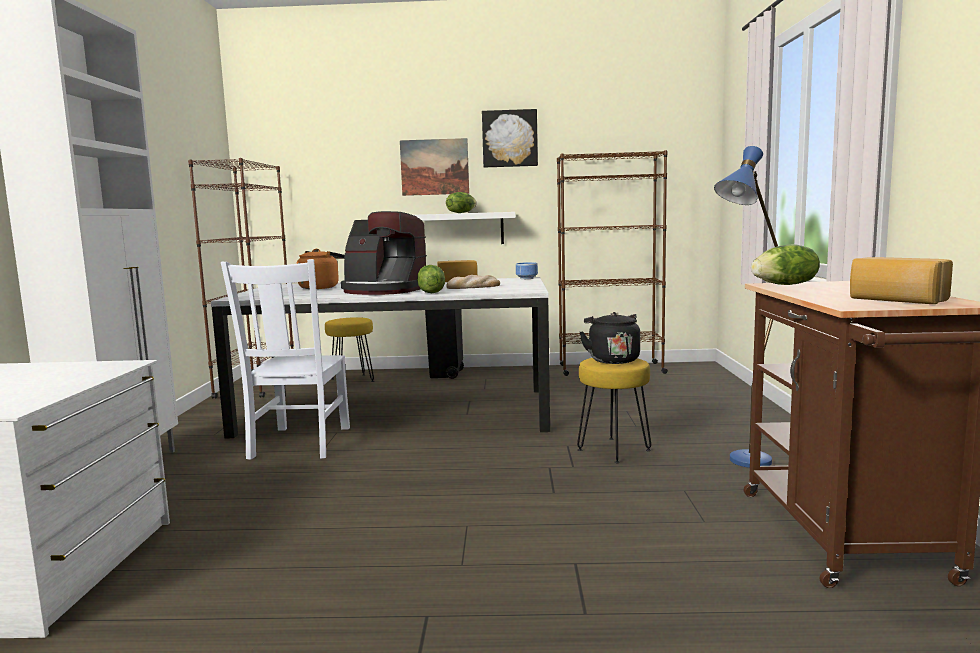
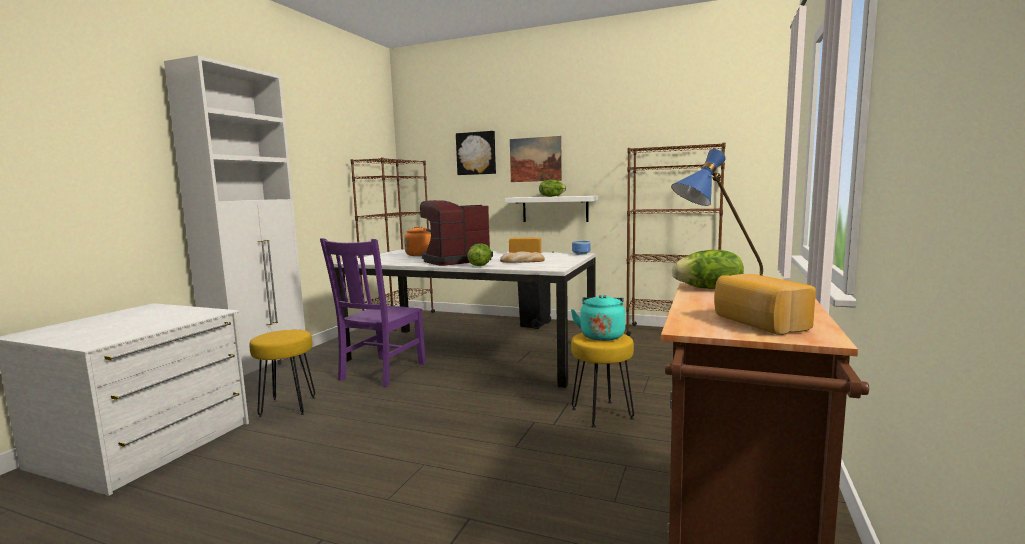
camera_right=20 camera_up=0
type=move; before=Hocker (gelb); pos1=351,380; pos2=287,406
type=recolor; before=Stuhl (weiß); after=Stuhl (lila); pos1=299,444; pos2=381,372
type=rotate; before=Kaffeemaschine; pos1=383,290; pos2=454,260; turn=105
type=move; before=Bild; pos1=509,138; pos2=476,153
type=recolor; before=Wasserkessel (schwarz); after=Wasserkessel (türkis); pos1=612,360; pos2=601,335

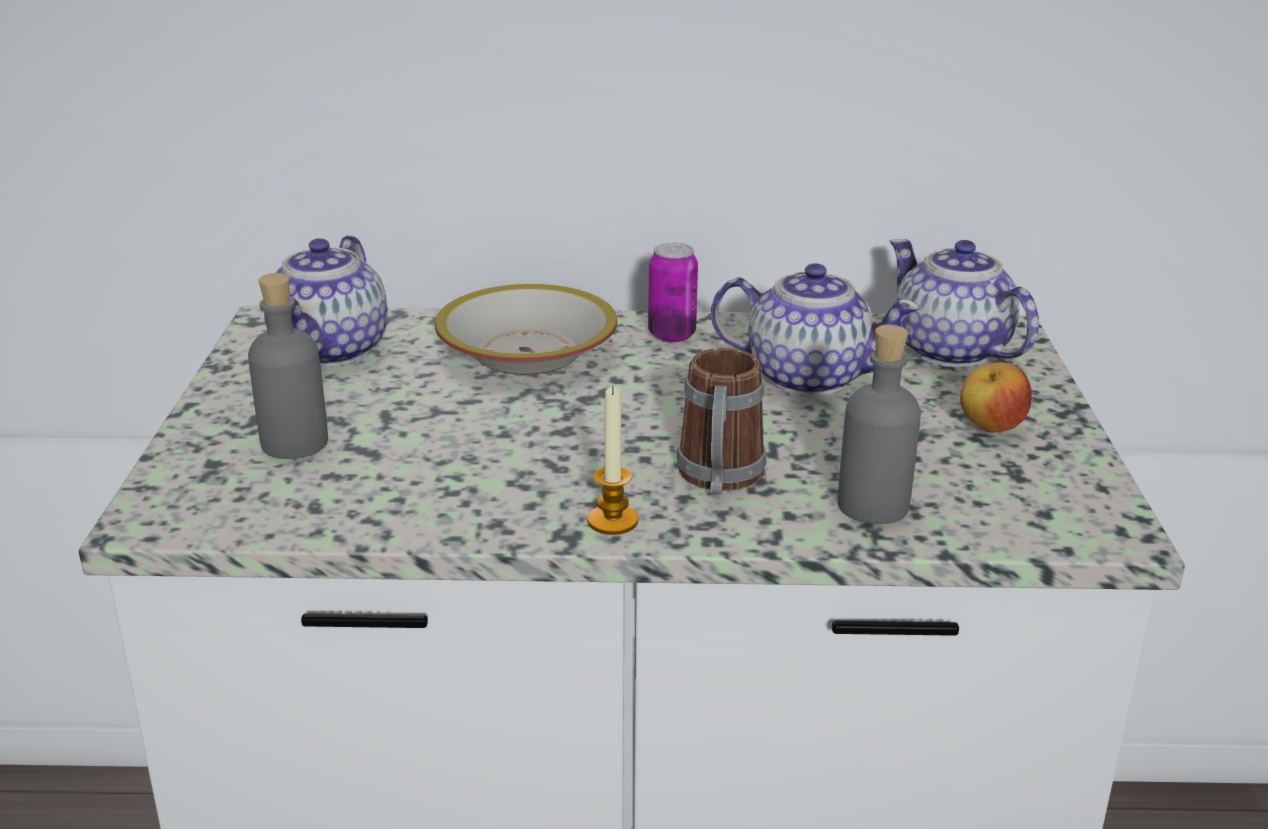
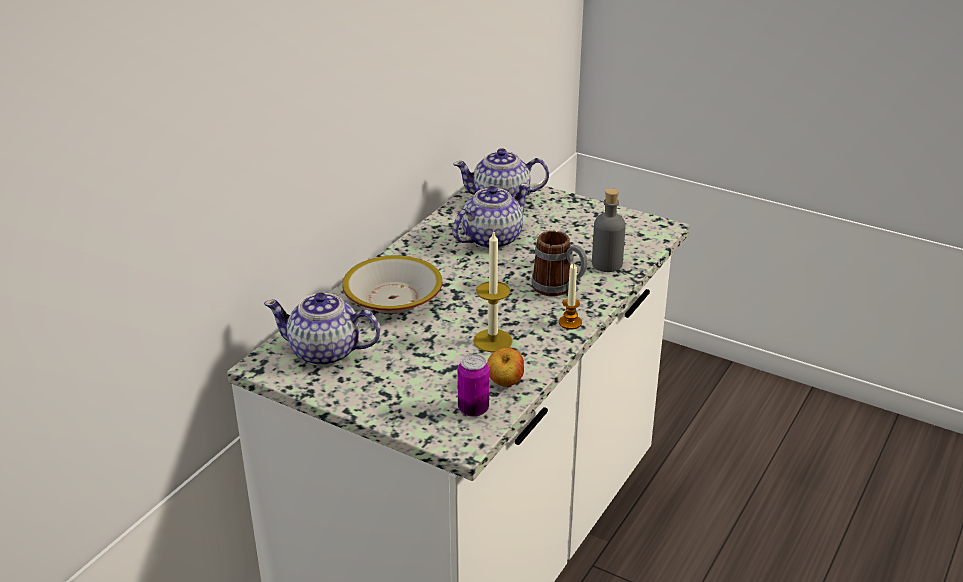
camera_right=-60 camera_up=5
type=rotate; before=Teekanne; pos1=332,349; pos2=325,352; turn=150
type=move; before=Dose; pos1=672,335; pos2=473,409
type=insert; after=Kerze; pos2=492,340
type=move; before=Apfel; pos1=990,428; pos2=505,383
type=delete; before=Flasche (grau); pos1=294,443

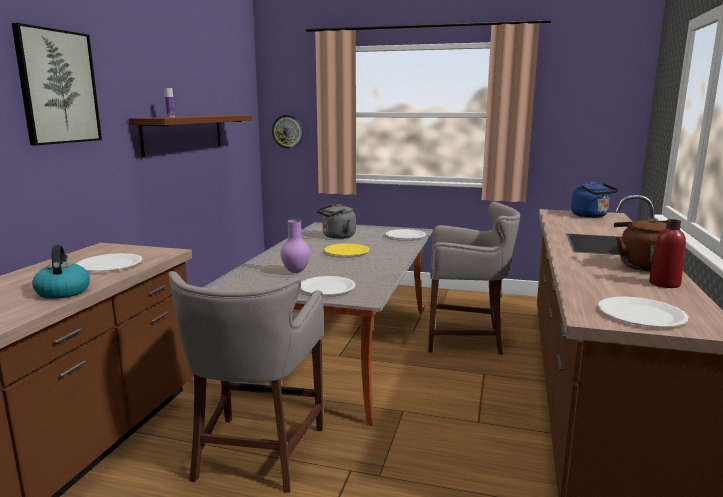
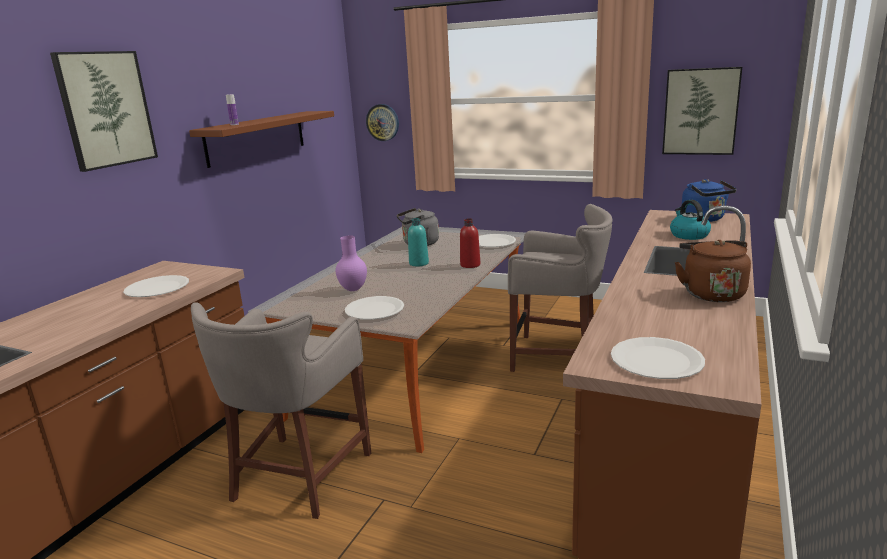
camera_right=10 camera_up=5
type=replace; before=Teller (gelb); after=Flasche (türkis); pos1=346,251; pos2=419,263
type=move; before=Flasche (rot); pos1=664,284; pos2=470,265
type=insert; after=Bild; pos2=700,111
type=move; before=Wasserkessel; pos1=63,291; pos2=688,235

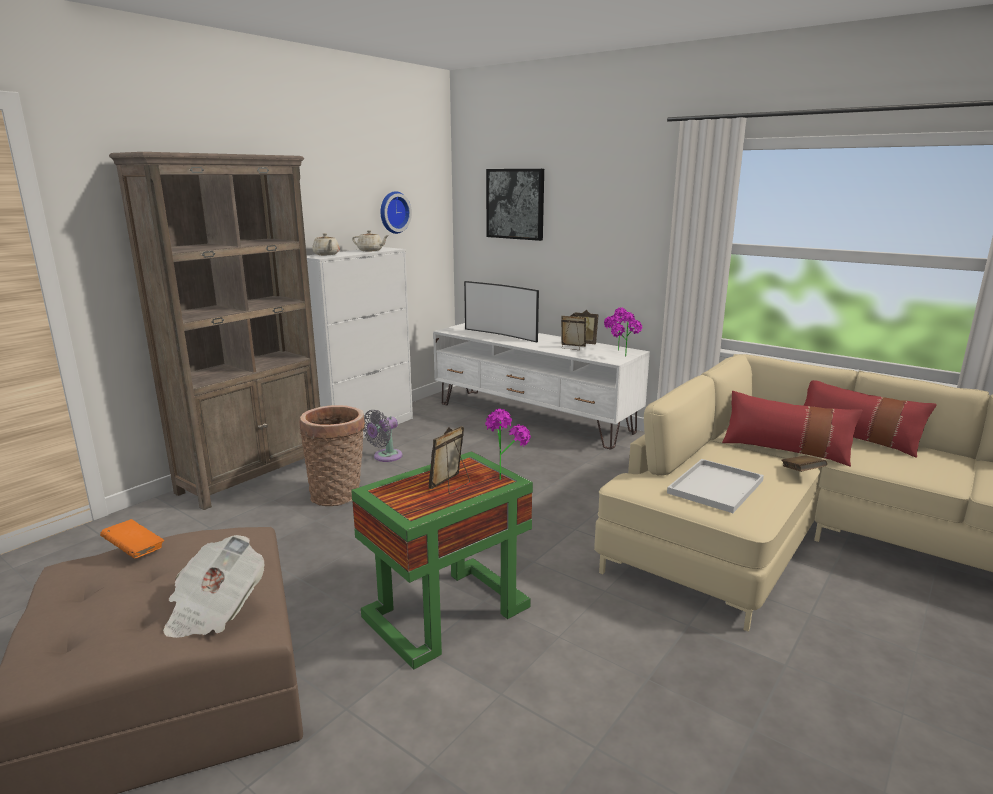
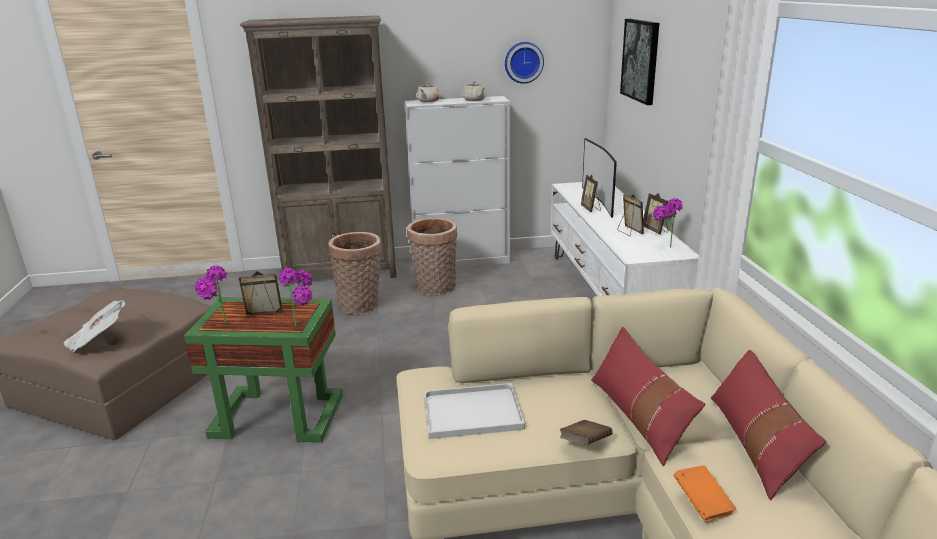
camera_right=45 camera_up=5
type=move; before=Topfpflanze; pos1=625,357; pos2=217,325
type=replace; before=Ventilator (grau); after=Korb; pos1=385,457; pos2=435,289
type=insert; after=Bilderrahmen; pos2=591,209
type=move; before=Buch (orange); pos1=135,550; pos2=702,504

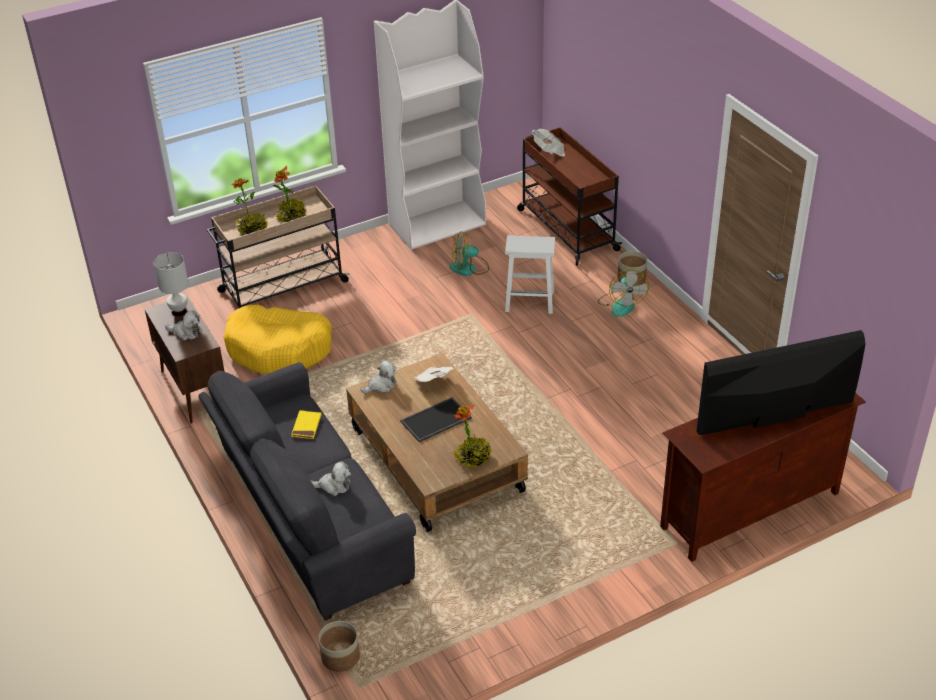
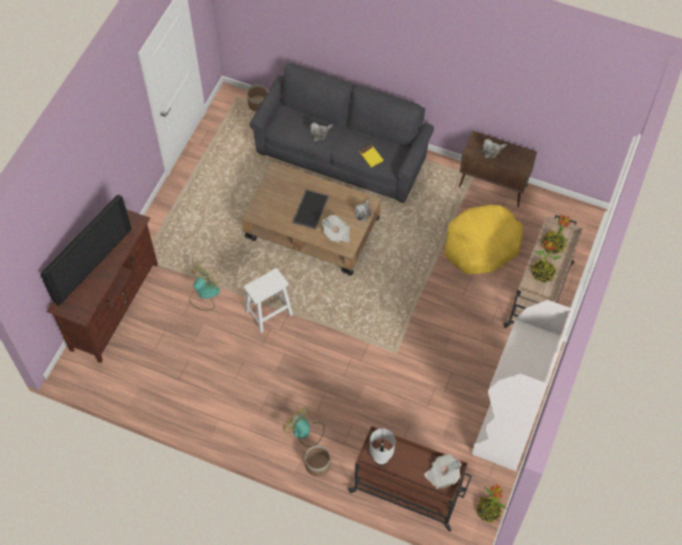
camera_right=140 camera_up=20
type=move; before=Ventilator; pos1=469,268; pos2=204,295
type=move; before=Hocker (weiß); pos1=530,301; pos2=268,313
type=move; before=Tischlampe (weiß); pos1=179,311; pos2=381,460
type=move; before=Topfpflanze; pos1=473,457; pos2=488,511

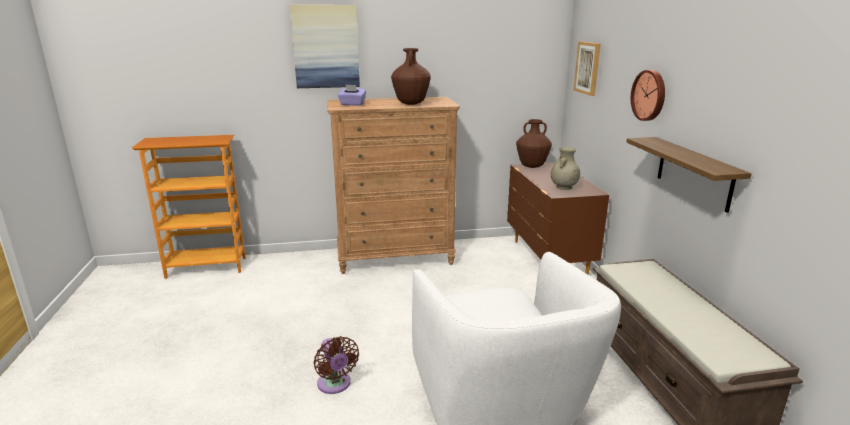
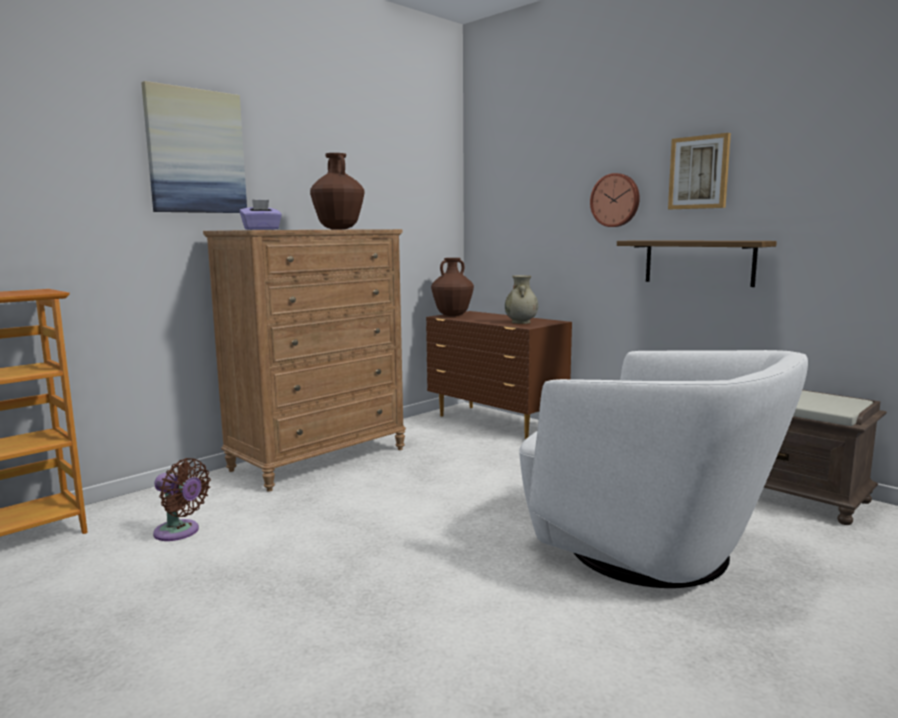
camera_right=-35 camera_up=-10
type=move; before=Ventilator (braun); pos1=335,385; pos2=180,532
type=move; before=Bild; pos1=588,68; pos2=699,172

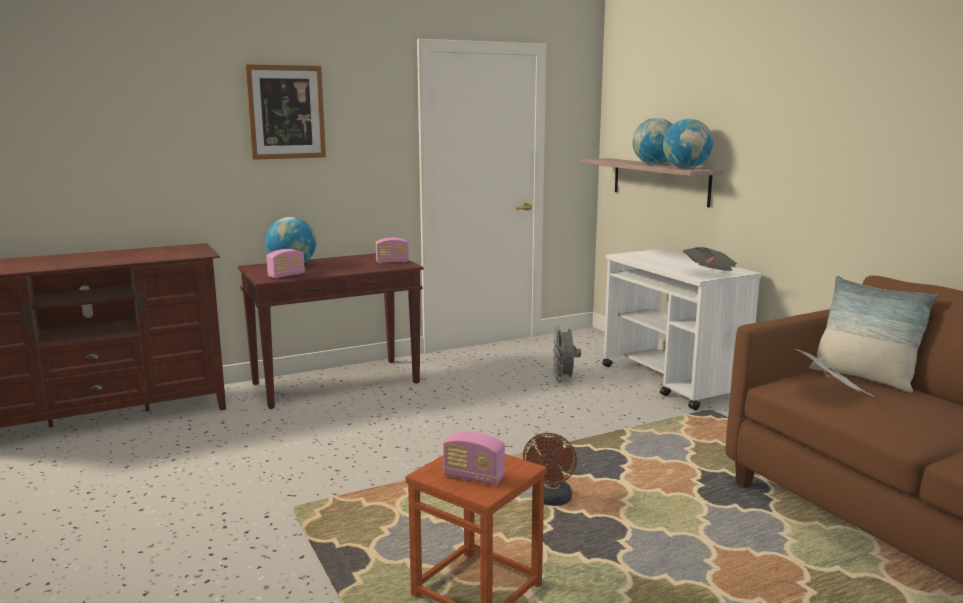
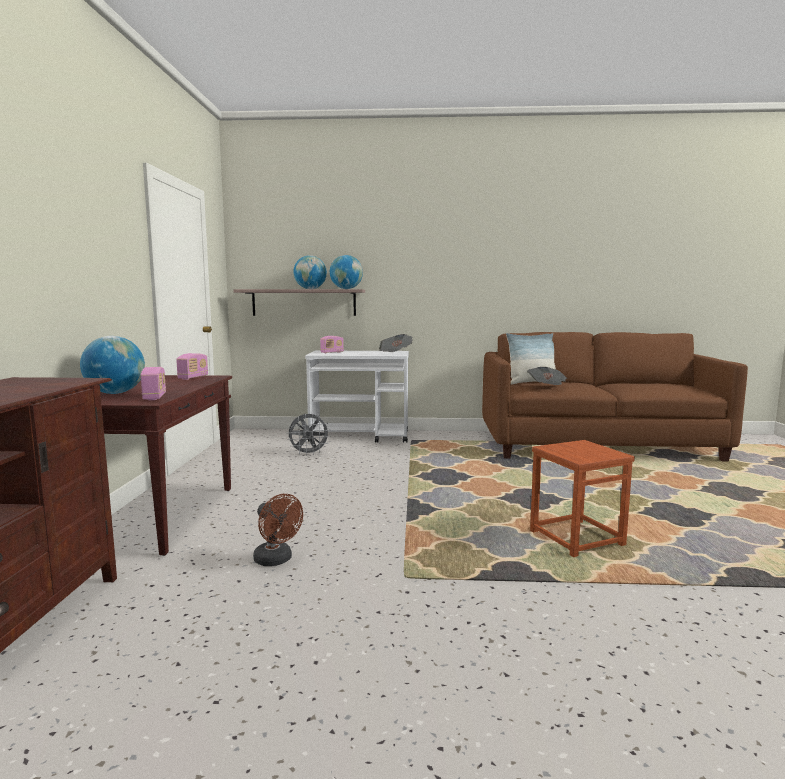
camera_right=-60 camera_up=-5
type=move; before=Ventilator (braun); pos1=550,501; pos2=276,560
type=rotate; before=Ventilator (grau); pos1=564,378; pos2=309,454; turn=-45
type=move; before=Radio; pos1=474,477; pos2=332,352
type=delete; before=Bild; pos1=286,112

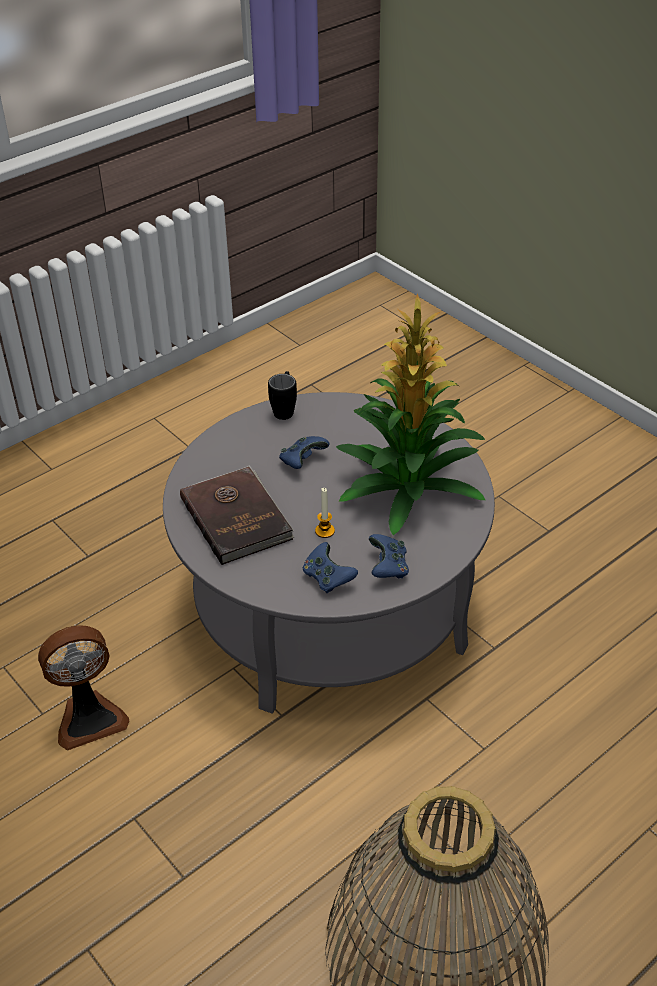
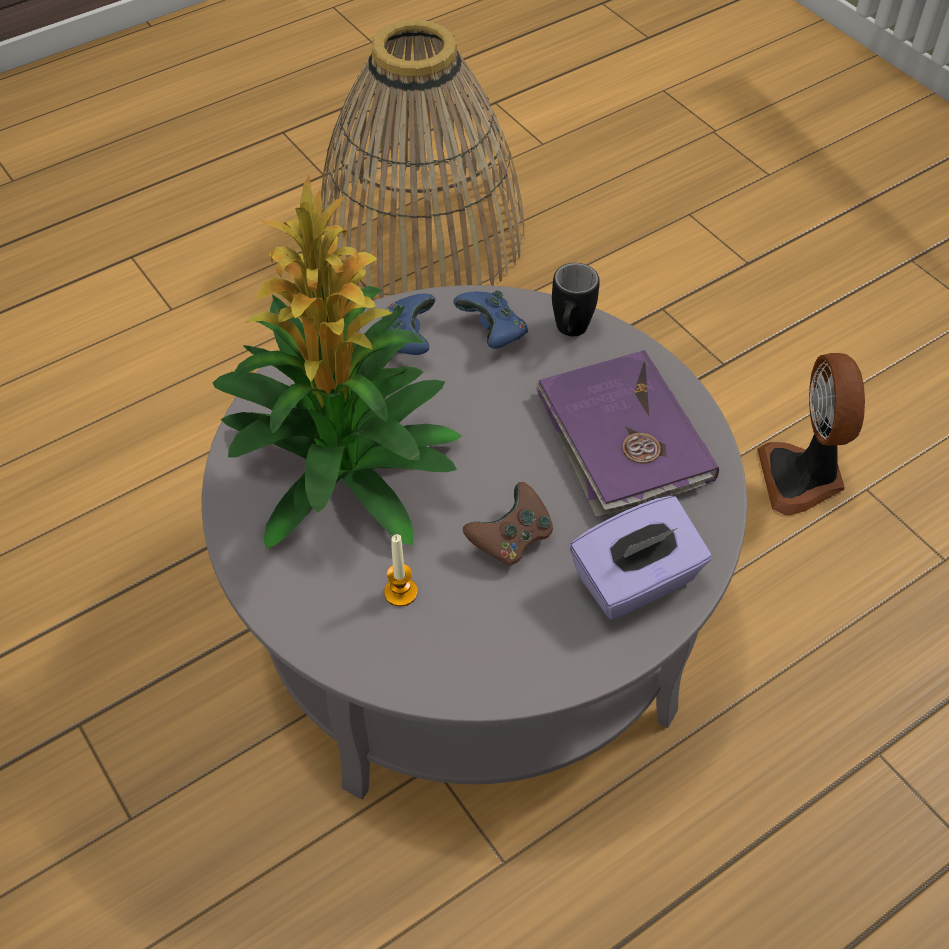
camera_right=-175 camera_up=10
type=move; before=Kerze; pos1=325,531; pos2=400,592
type=recolor; before=Gamepad (blau); after=Gamepad (braun); pos1=302,461; pos2=511,540
type=recolor; before=Buch (braun); after=Buch (lila); pos1=237,517; pos2=622,439
type=move; before=Henkelbecher (schwarz); pos1=284,409; pos2=569,333
type=insert; after=Taschentuchbox (lila); pos2=636,581
type=rotate; before=Ventilator; pos1=89,717; pos2=802,477; turn=-75

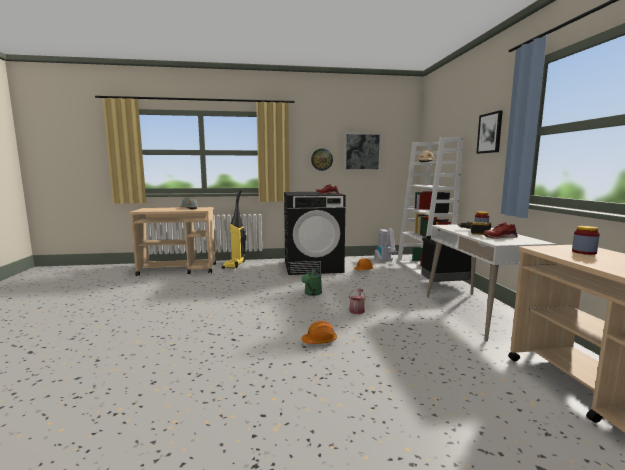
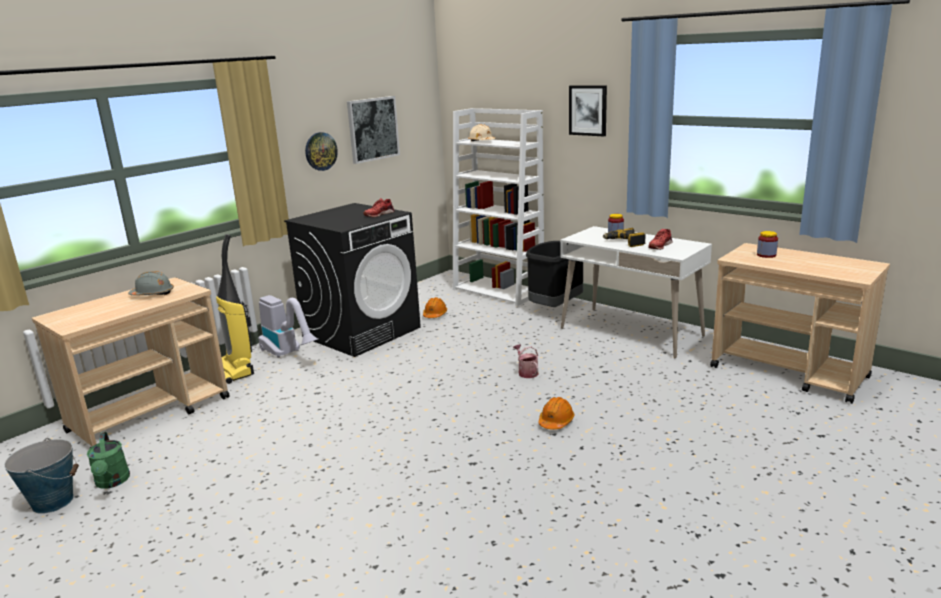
camera_right=-40 camera_up=10
type=insert; after=Eimer; pos2=53,501
type=move; before=Gießkanne (grün); pos1=312,294; pos2=112,482
type=move; before=Staubsauger; pos1=386,261; pos2=289,354

